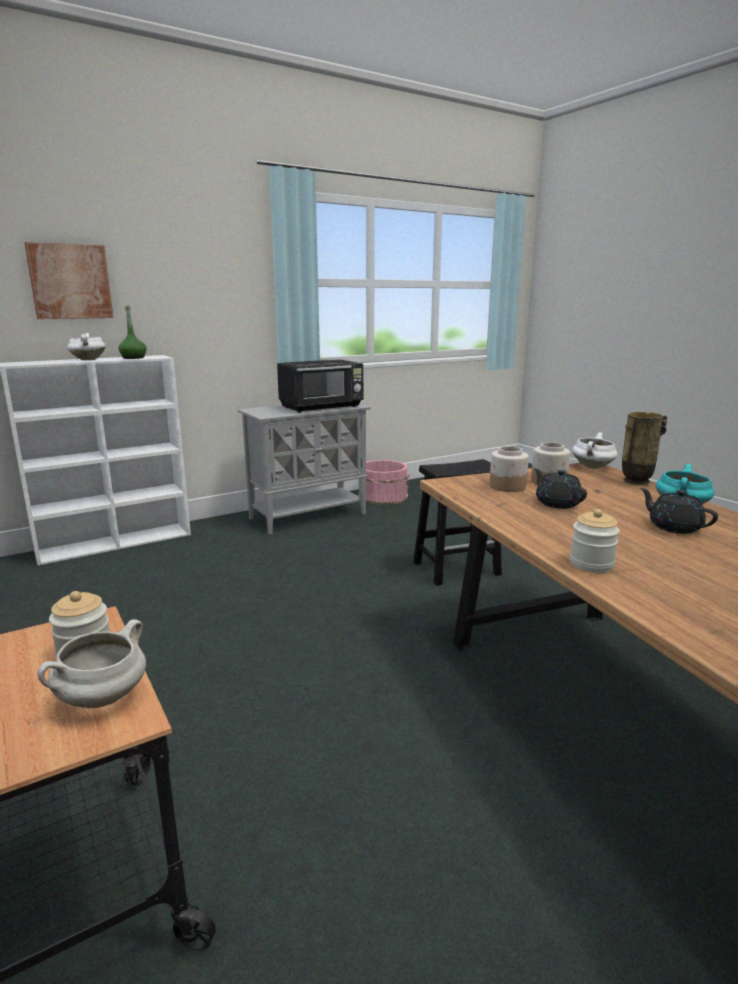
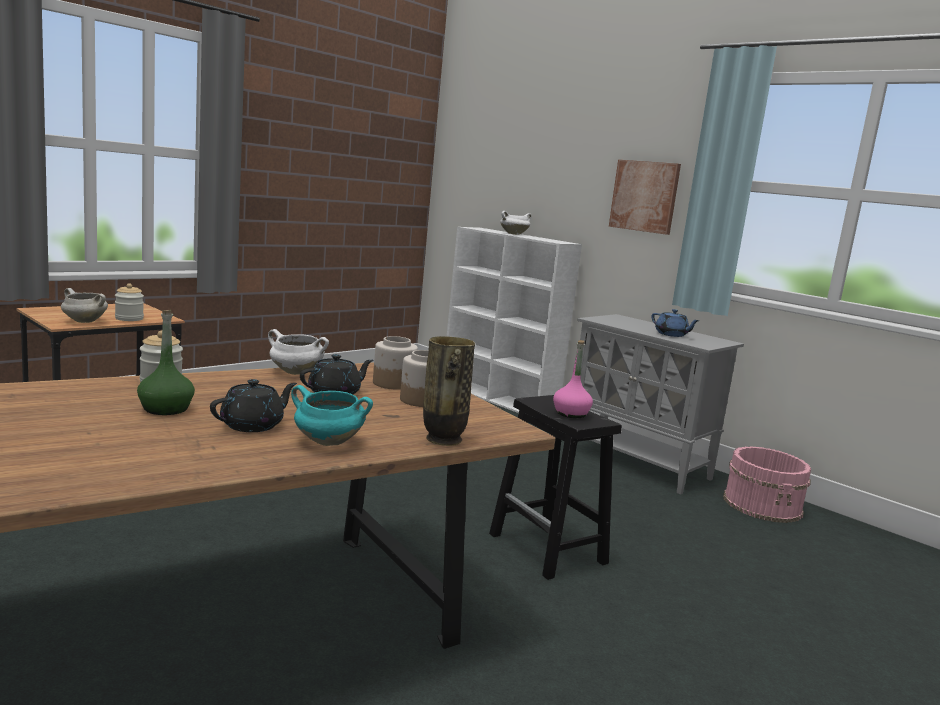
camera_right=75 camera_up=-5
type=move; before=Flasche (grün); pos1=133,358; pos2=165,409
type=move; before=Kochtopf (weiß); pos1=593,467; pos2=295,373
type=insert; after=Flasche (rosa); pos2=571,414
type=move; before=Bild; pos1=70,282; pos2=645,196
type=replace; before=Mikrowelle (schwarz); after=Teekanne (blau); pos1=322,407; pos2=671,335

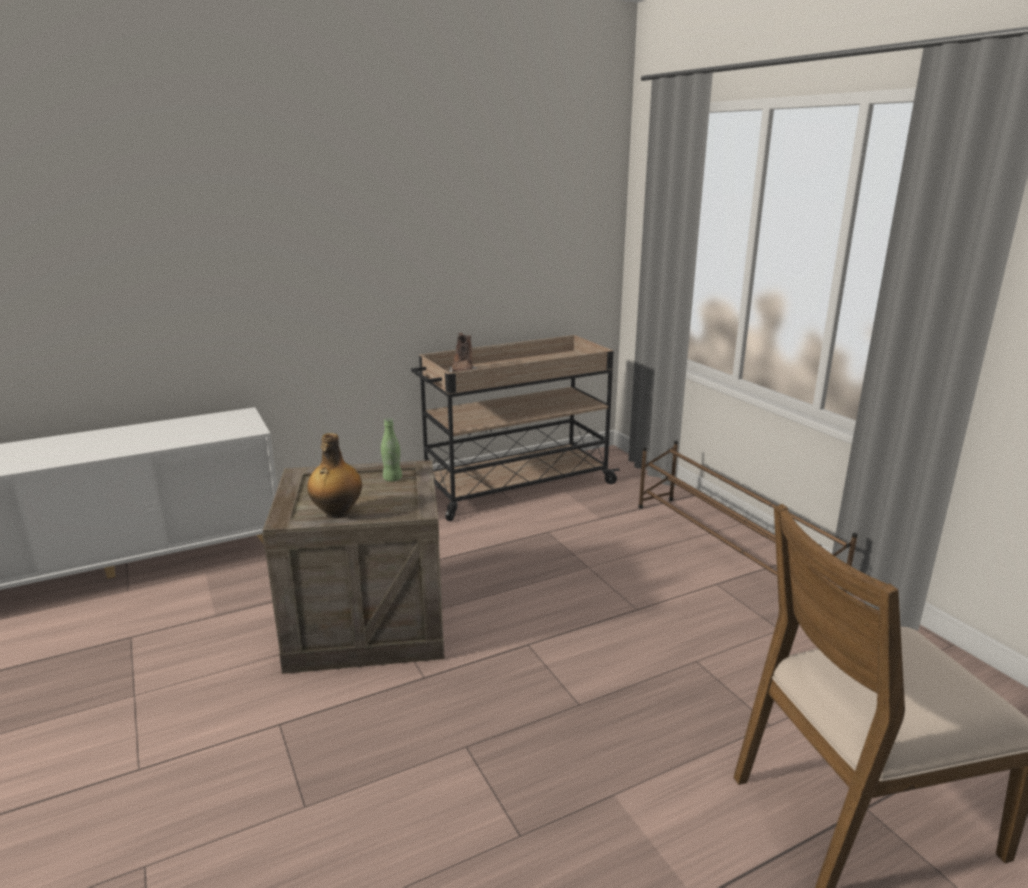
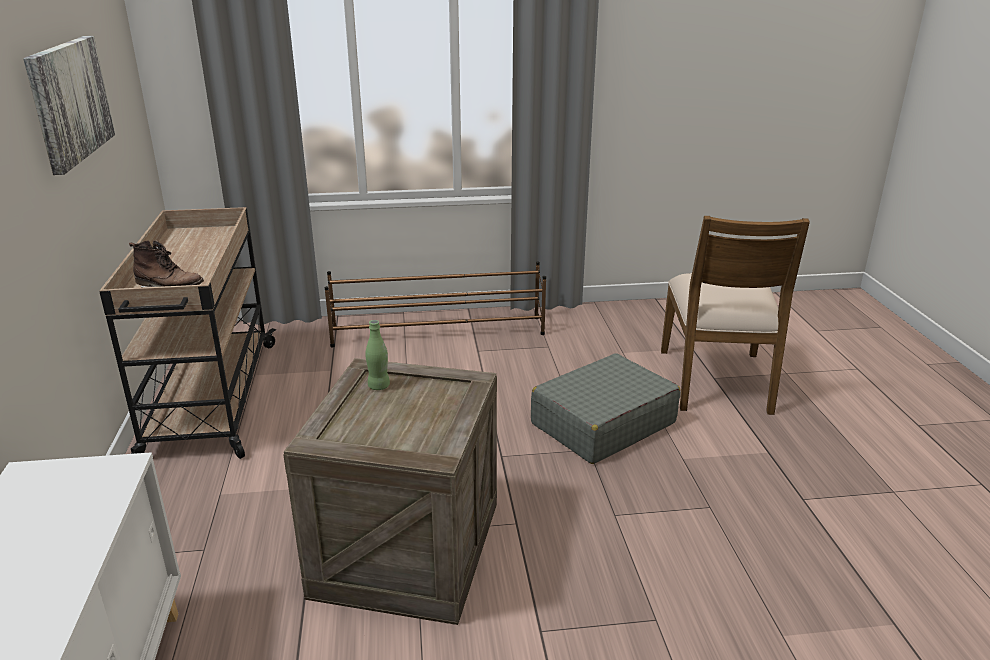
camera_right=-70 camera_up=5
type=insert; after=Bild; pos2=69,101
type=insert; after=Koffer (grau); pos2=602,423
type=delete; before=Flasche; pos1=336,513

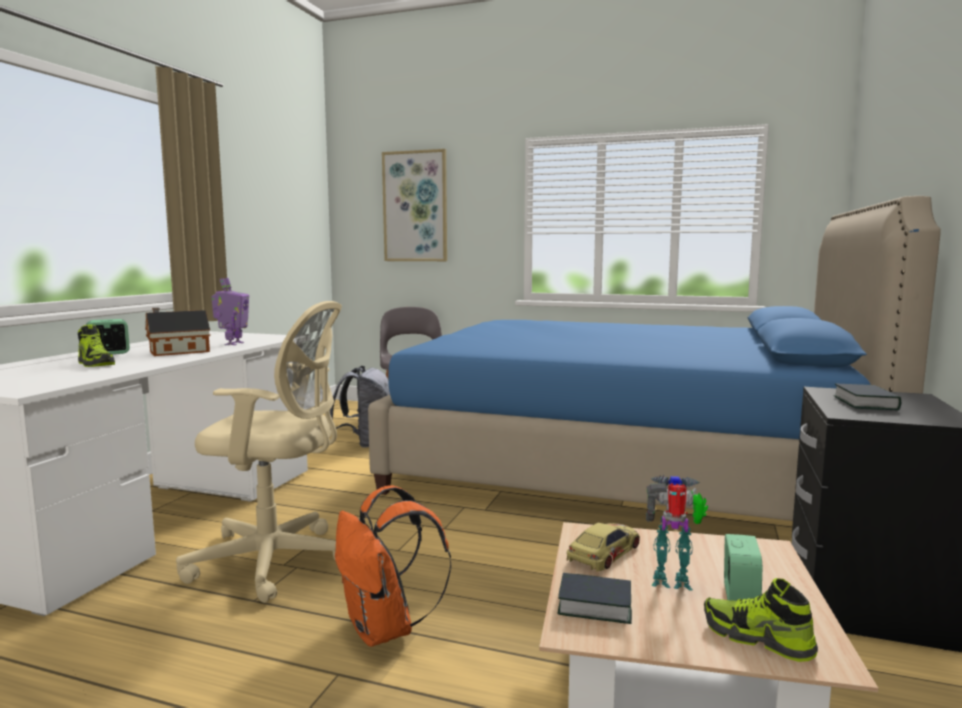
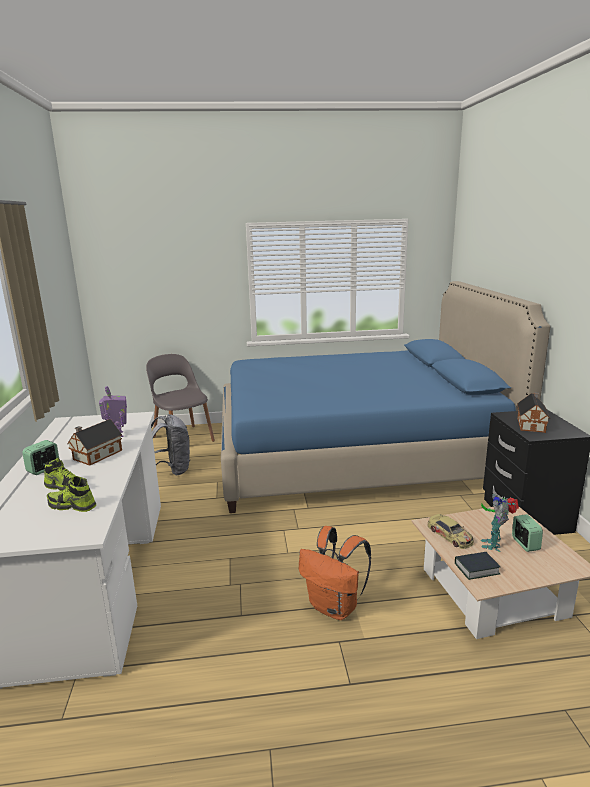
camera_right=-25 camera_up=10
type=move; before=Schuh; pos1=757,639; pos2=72,506
type=rotate; before=Spielzeugauto; pos1=604,553; pos2=450,535; turn=135
type=rotate; before=Spielzeugroboter; pos1=673,583; pos2=494,544; turn=-60
type=replace; before=Buch; after=Spielzeughaus; pos1=865,403; pos2=531,424
type=delete; before=Bürostuhl (beige); pos1=277,562
type=delete; before=Bild; pos1=415,206

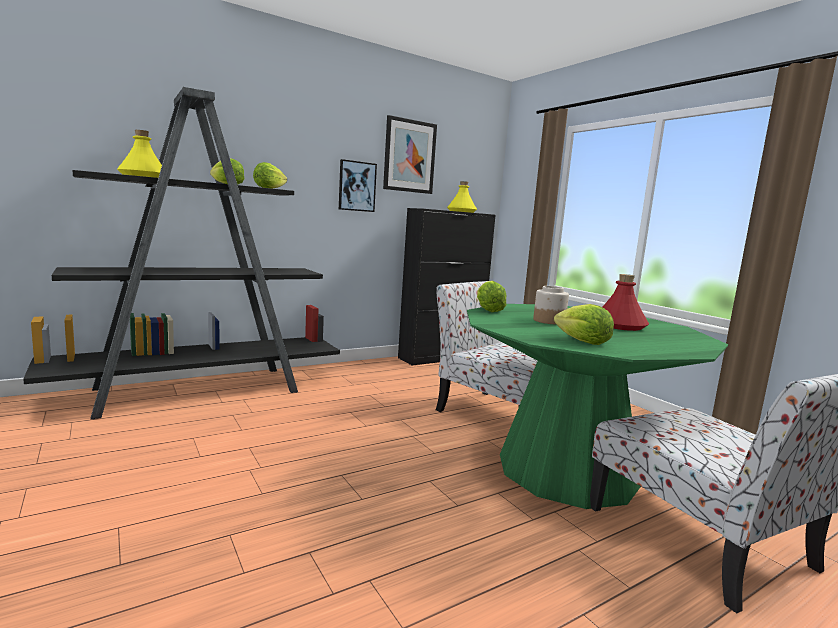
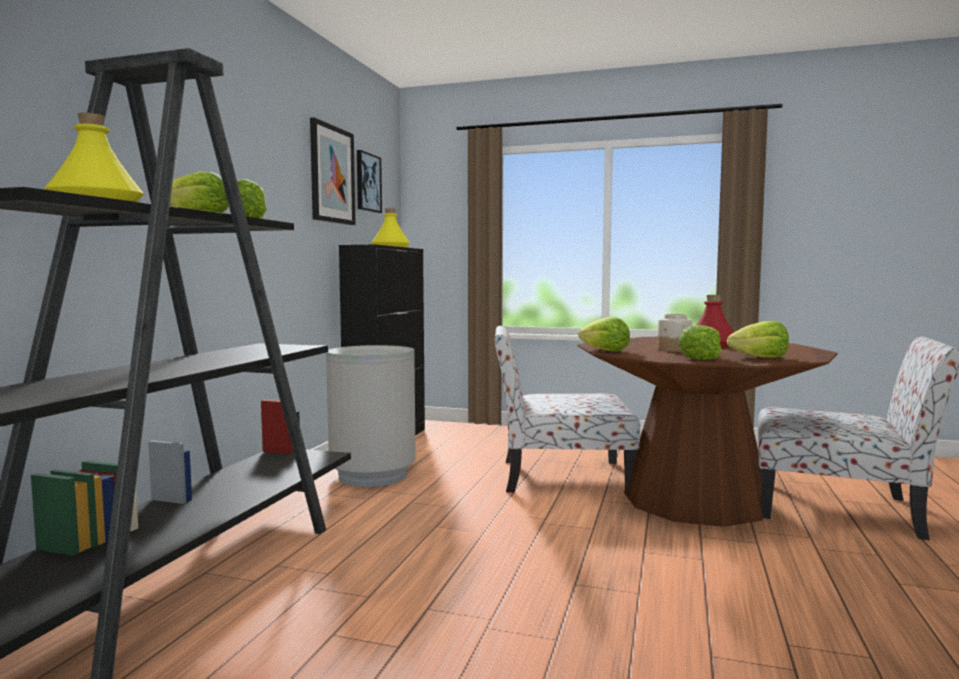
camera_right=-40 camera_up=-5
type=insert; after=Mülleimer (grau); pos2=373,475
type=move; before=Bild; pos1=357,186; pos2=367,182
type=recolor; before=Esstisch (grün); after=Esstisch (braun); pos1=566,470; pos2=695,499
type=insert; after=Salatkopf; pos2=700,358

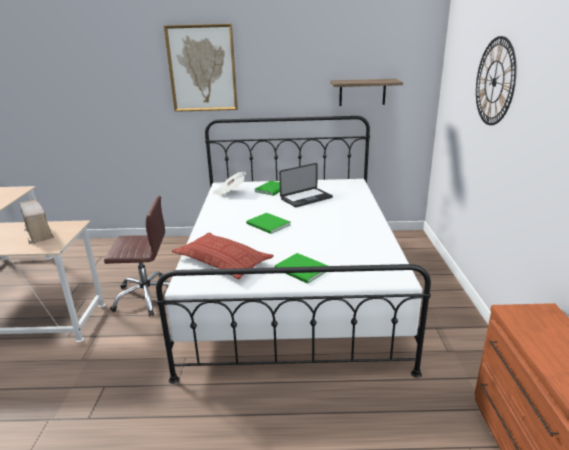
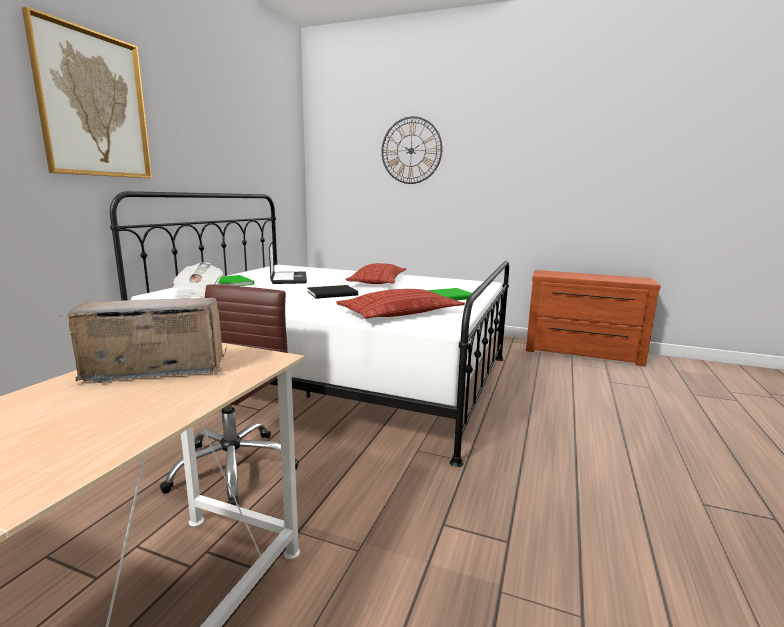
camera_right=-70 camera_up=-10
type=recolor; before=Buch (grün); after=Buch (schwarz); pos1=268,225; pos2=334,293
type=insert; after=Kissen; pos2=378,281
type=delete; before=Wandregal; pos1=362,92

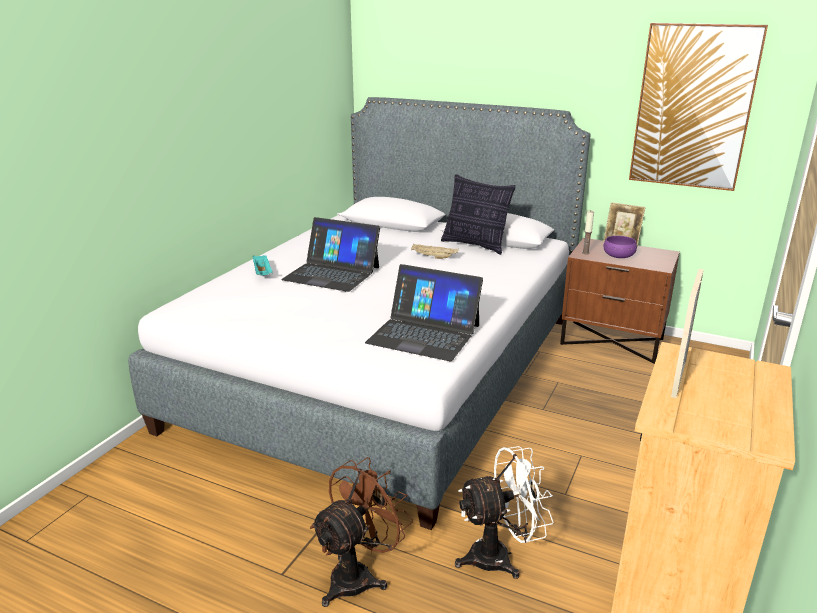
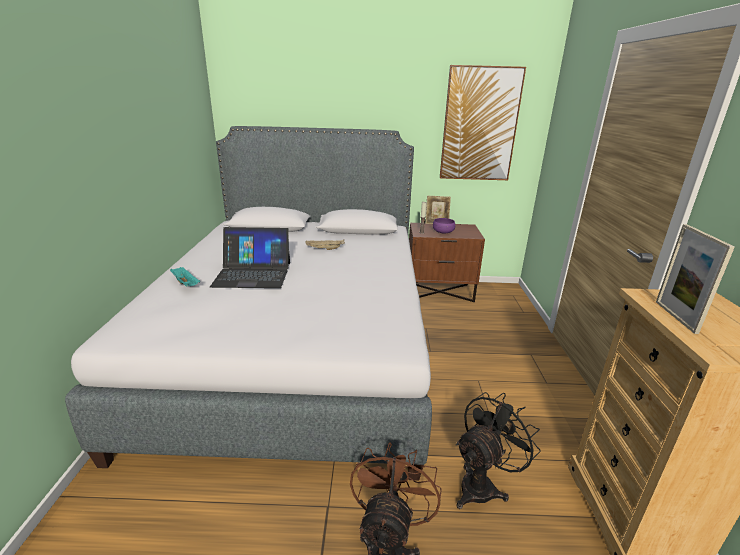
camera_right=-25 camera_up=0
type=recolor; before=Ventilator (weiß); after=Ventilator (schwarz); pos1=500,556; pos2=482,485
type=delete; before=Laptop; pos1=424,334
type=delete; before=Kissen; pos1=475,245

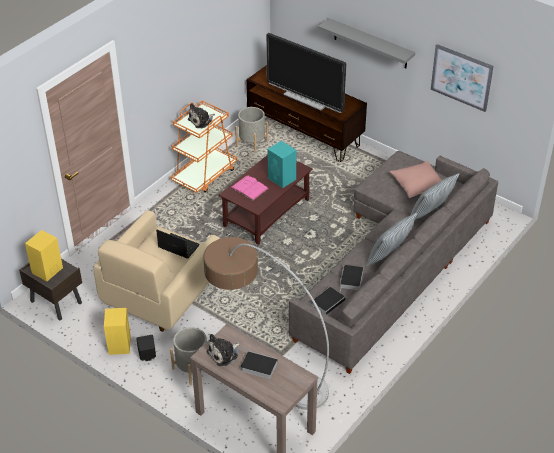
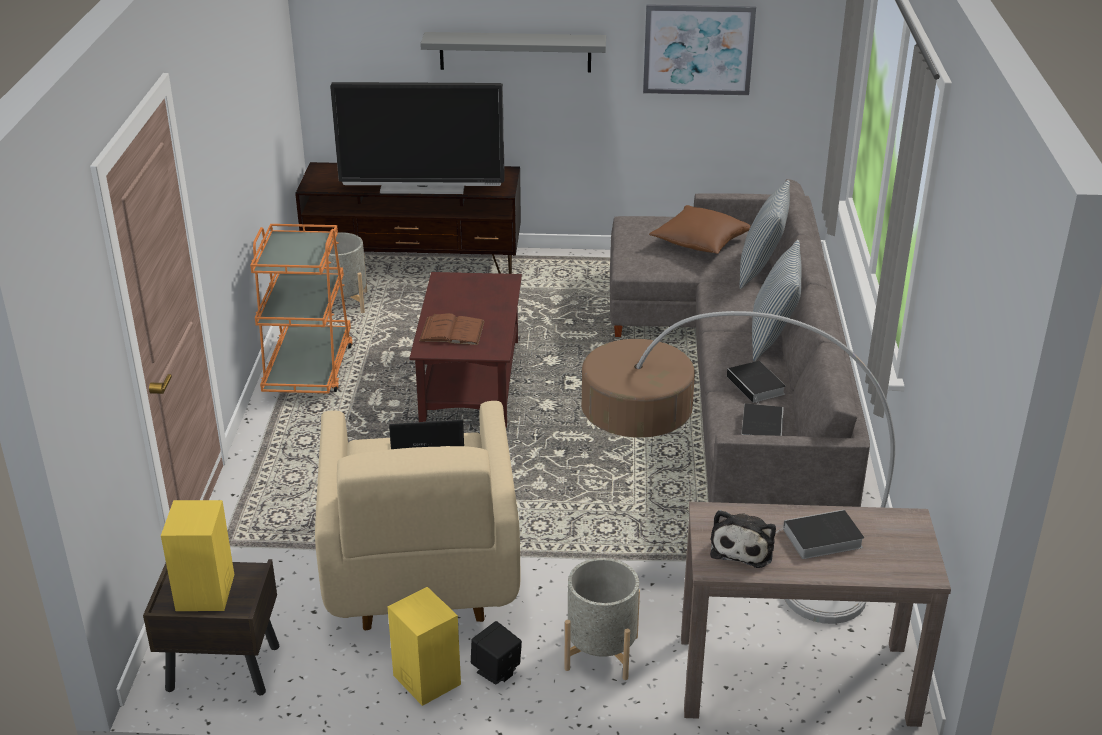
camera_right=-35 camera_up=-10
type=recolor; before=Buch (rosa); after=Buch (braun); pos1=249,188; pos2=452,331
type=recolor; before=Kissen (rosa); after=Kissen (braun); pos1=418,185; pos2=700,242
type=delete; before=Plüschtier; pos1=201,121
type=delete; before=Lautsprecher (türkis); pos1=282,179

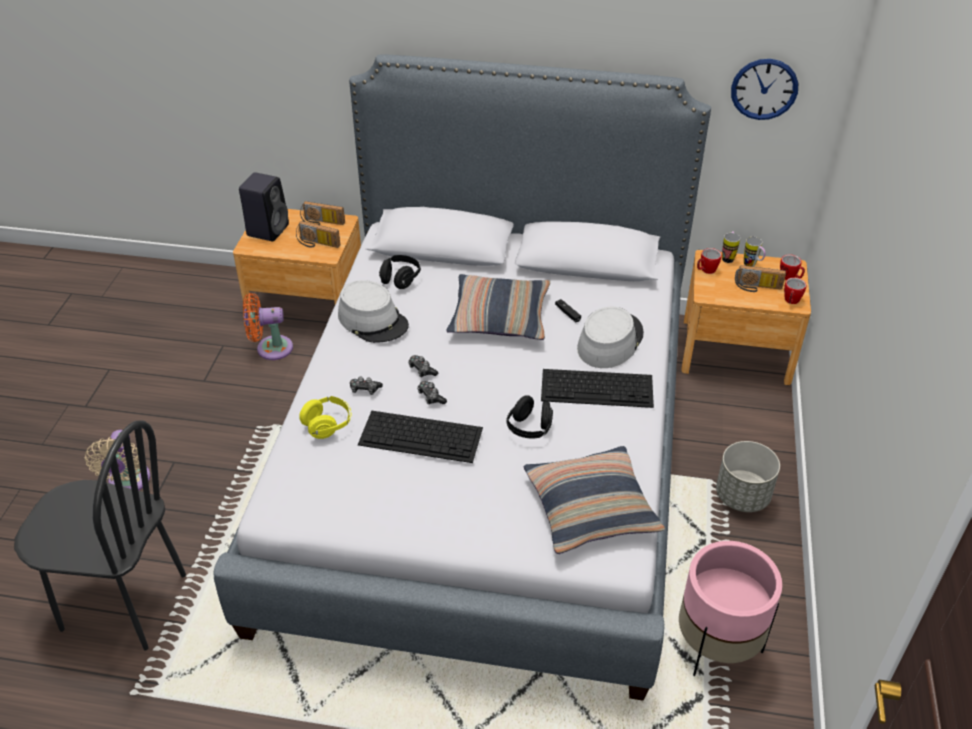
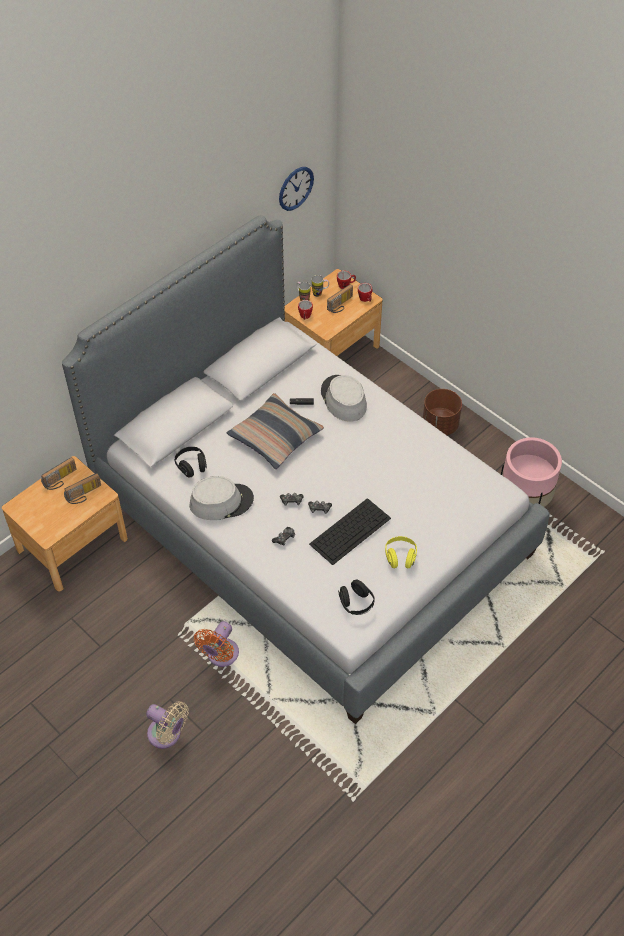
camera_right=-55 camera_up=10
type=move; before=Ventilator (orange); pos1=270,348; pos2=221,656
type=move; before=Kopfhörer (schwarz); pos1=529,428; pos2=356,603
type=move; before=Kopfhörer (gelb); pos1=327,425; pos2=400,557
type=recolor; before=Pflanzkübel (grau); after=Pflanzkübel (braun); pos1=742,496; pos2=439,425
type=delete; before=Stuhl (schwarz); pos1=123,603
type=delete; before=Lautsprecher (schwarz); pos1=268,229
type=delete; before=Kissen; pos1=590,508
type=delete; before=Tastatur; pos1=598,388

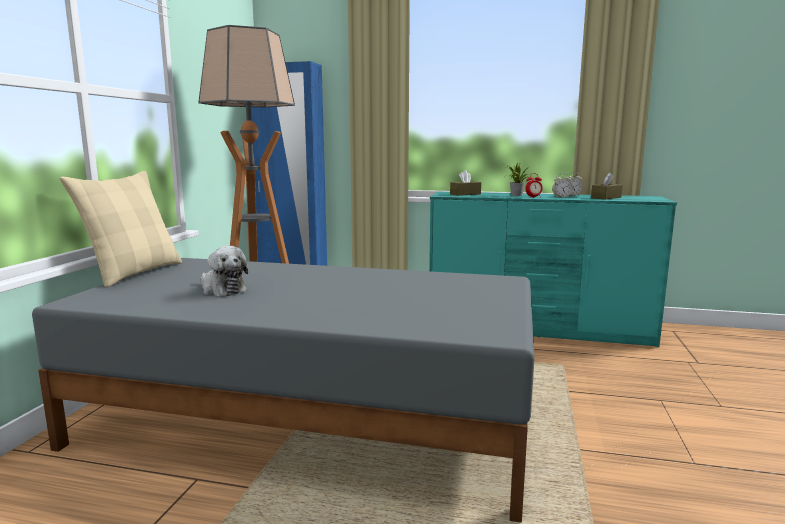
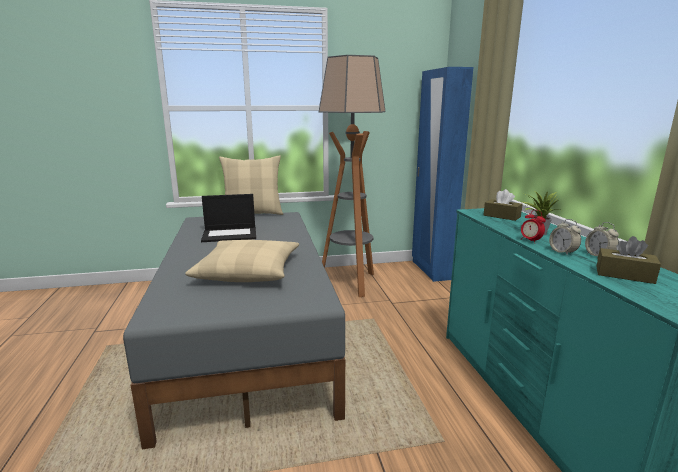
camera_right=65 camera_up=5
type=insert; after=Kissen (beige); pos2=248,271
type=replace; before=Plüschtier; after=Laptop; pos1=222,290; pos2=230,234

